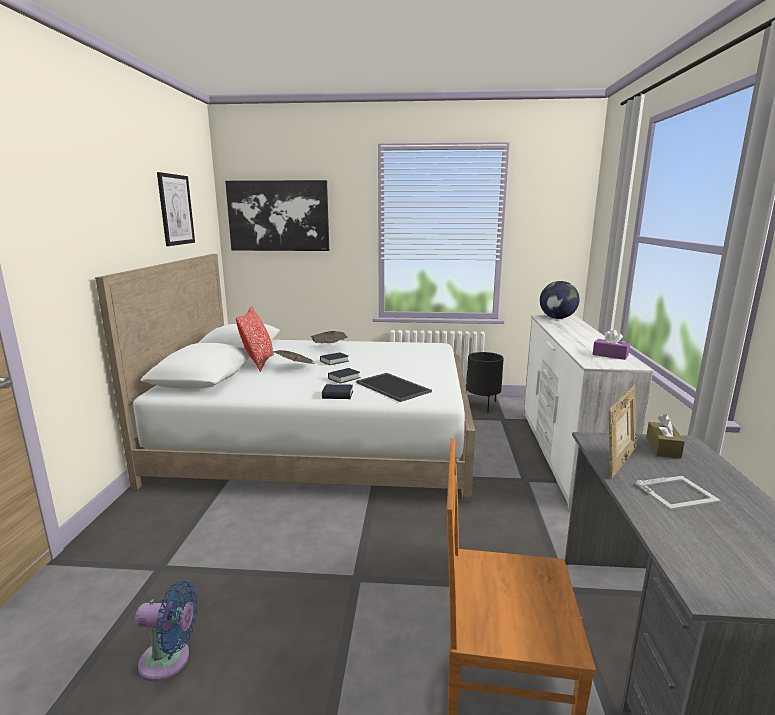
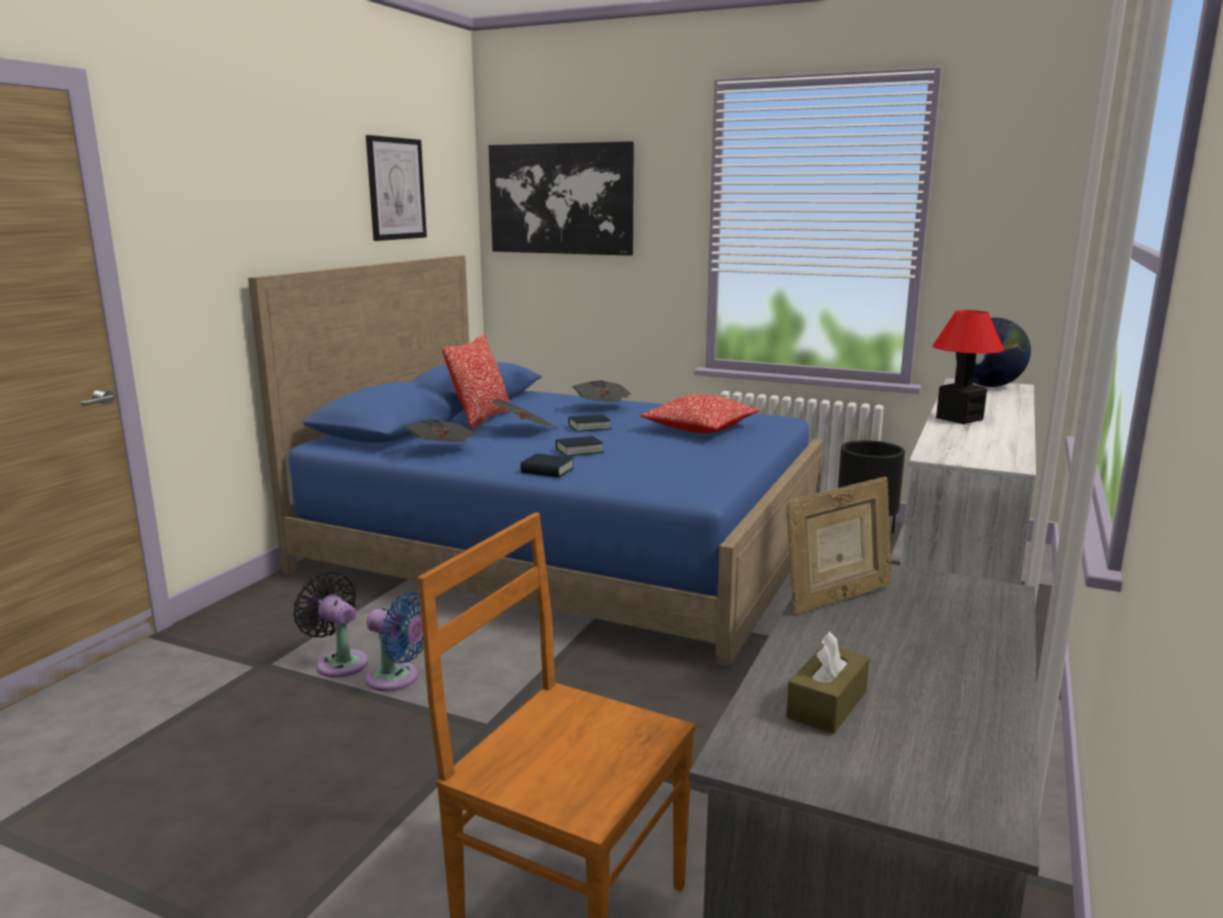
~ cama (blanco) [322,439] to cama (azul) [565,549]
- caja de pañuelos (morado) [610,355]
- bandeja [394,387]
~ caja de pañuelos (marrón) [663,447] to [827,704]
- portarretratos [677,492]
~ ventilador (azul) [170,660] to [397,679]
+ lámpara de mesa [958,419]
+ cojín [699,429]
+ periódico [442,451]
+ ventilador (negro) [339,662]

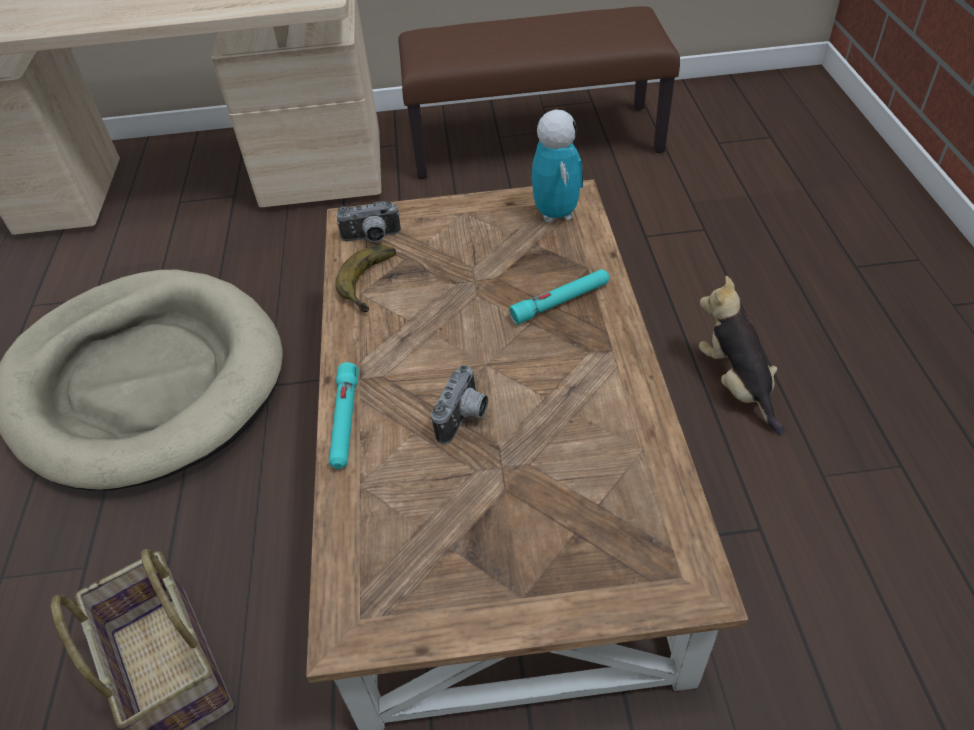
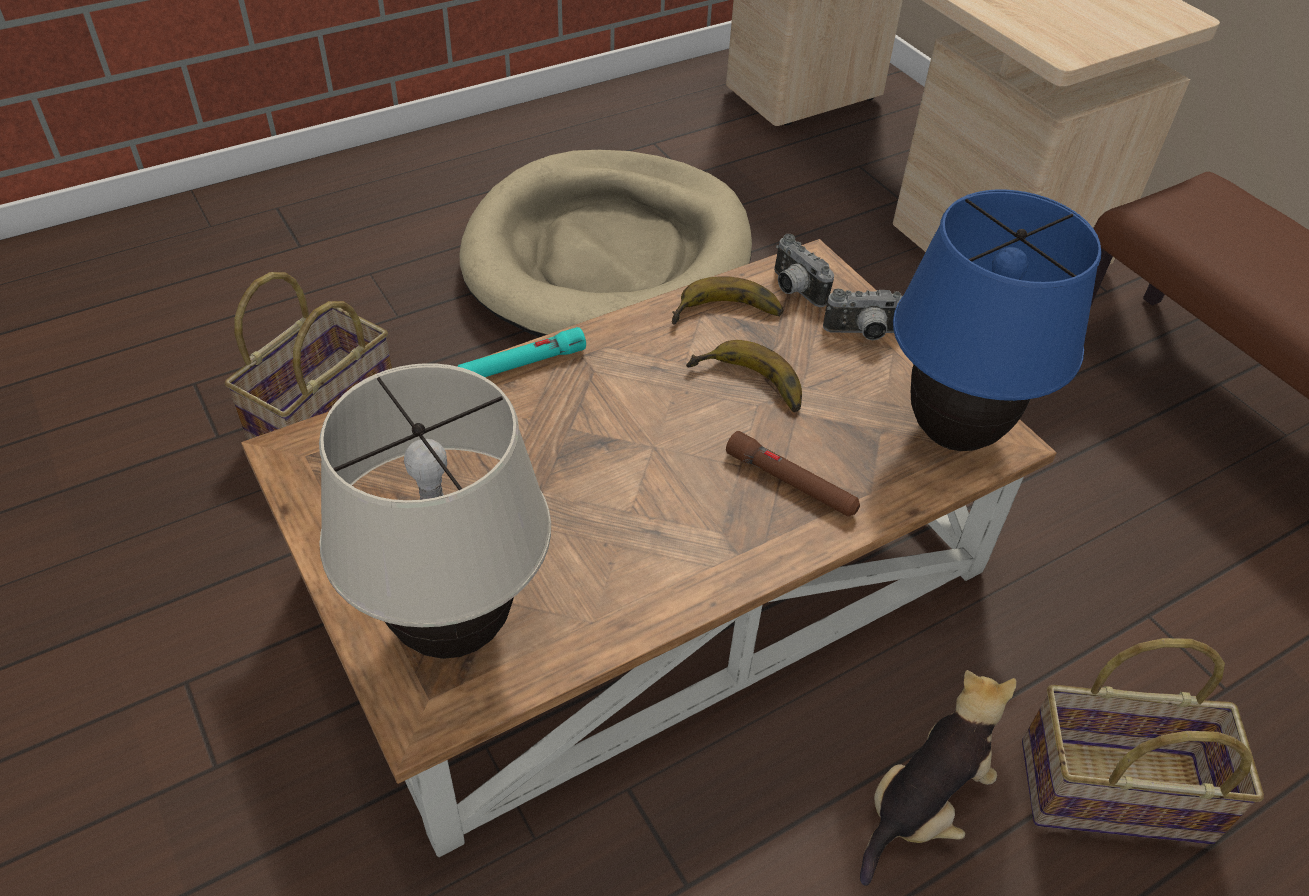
~ robot de juguete [556,213] to lámpara de mesa (azul) [953,433]
~ linterna (turquesa) [560,302] to linterna (marrón) [791,483]
~ cámara [465,418] to [862,334]
+ plátano [746,387]
+ lámpara de mesa (beis) [453,630]
+ cesta [1114,793]

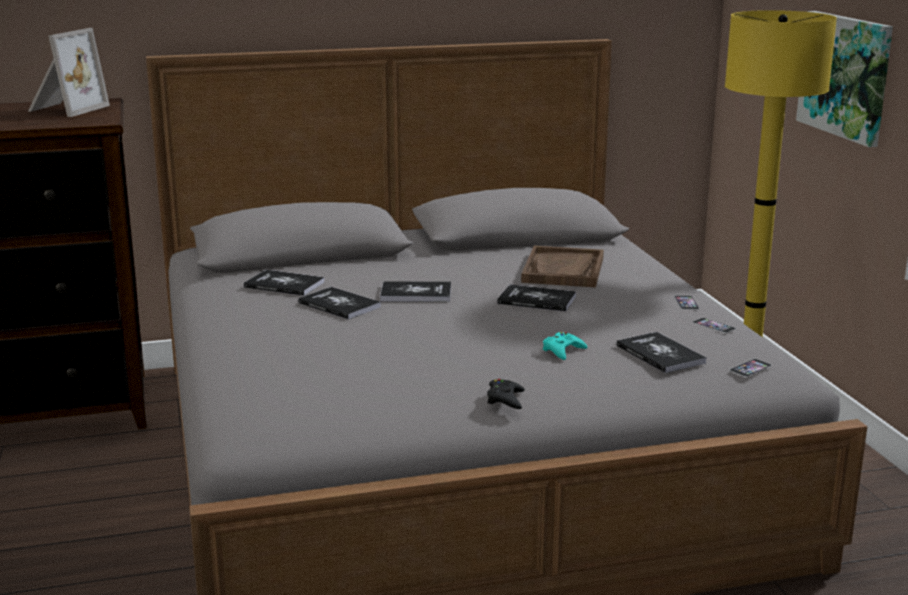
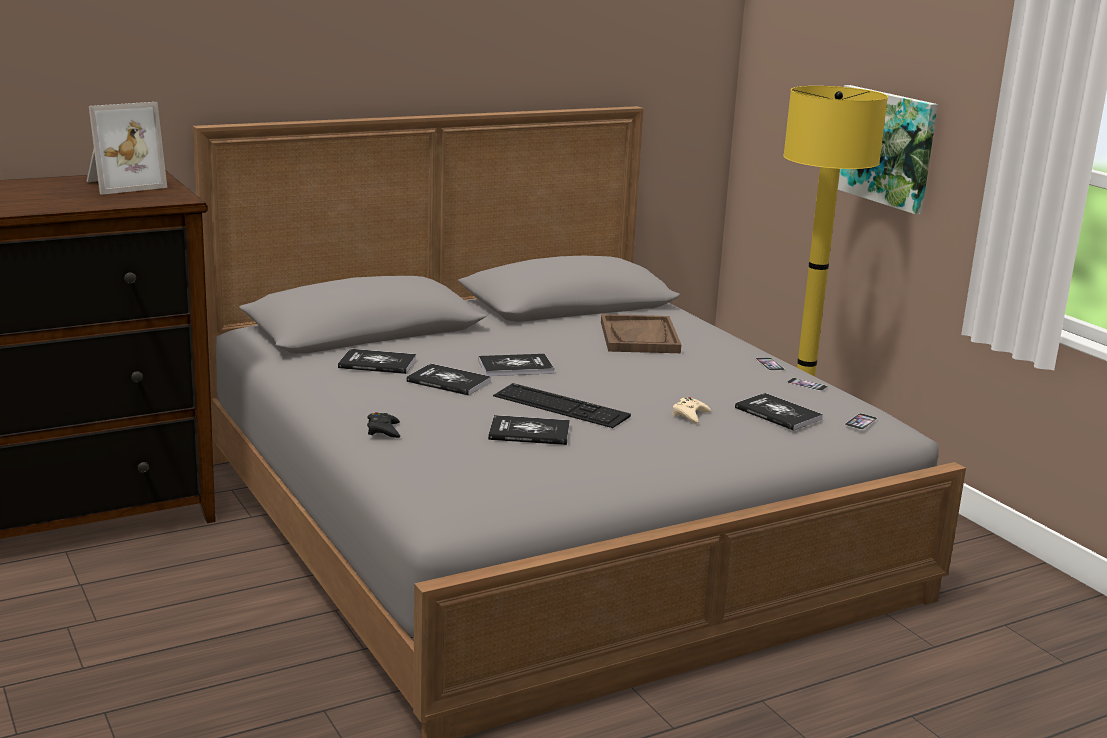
~ portarretratos [65,109] = [122,184] 45 degrees clockwise
~ libro [537,300] to [529,432]
~ mando de consola (turquesa) [563,350] to mando de consola (beis) [690,415]
~ mando de consola (negro) [505,399] to [383,430]
+ teclado [560,406]

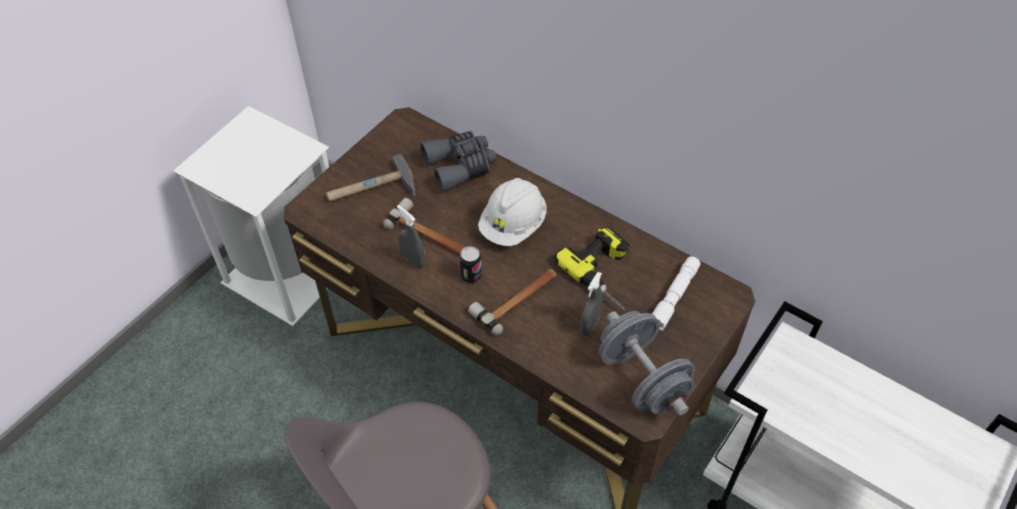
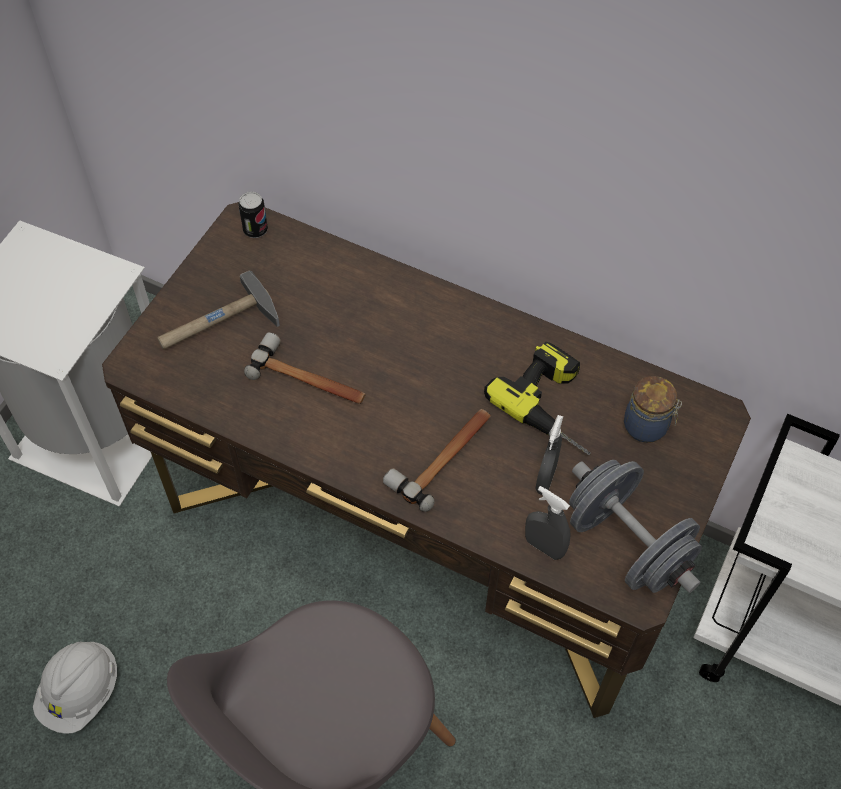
- prismáticos (gris) [460,166]
~ casco (blanco) [513,225] to [81,692]
~ pulverizador (gris) [413,260] to [544,547]
~ lata [471,276] to [255,230]
~ linterna (blanco) [674,297] to tarro [647,426]

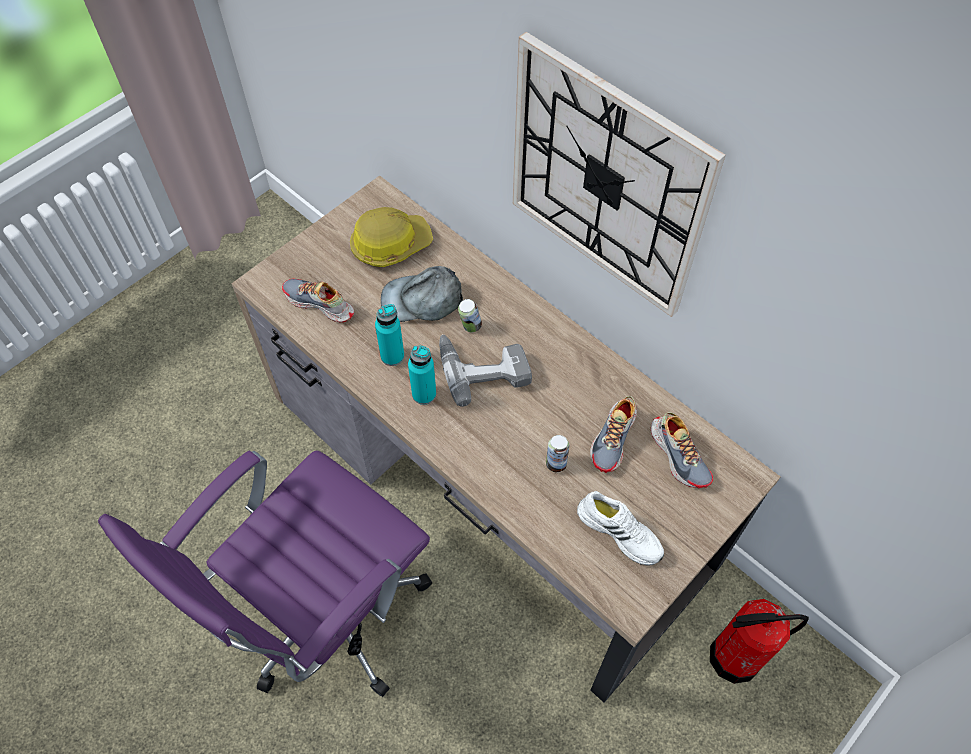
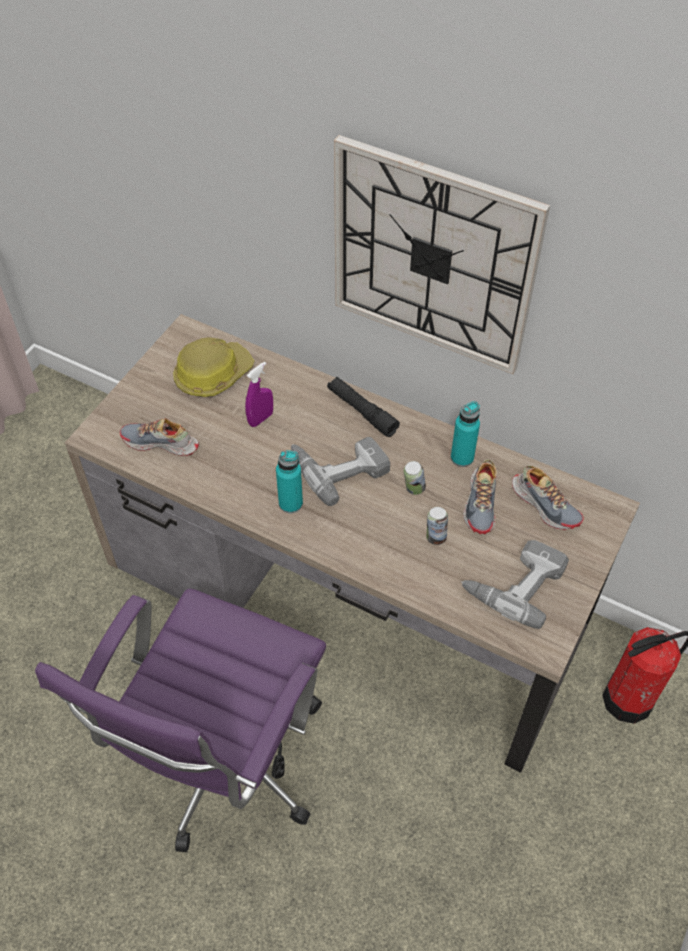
~ gorra (gris) [422,300] to pulverizador (morado) [260,419]
~ lata [470,326] to [413,489]
~ botella (turquesa) [392,356] to [462,457]
~ zapato (blanco) [620,531] to taladro [514,583]
+ linterna (negro) [362,411]

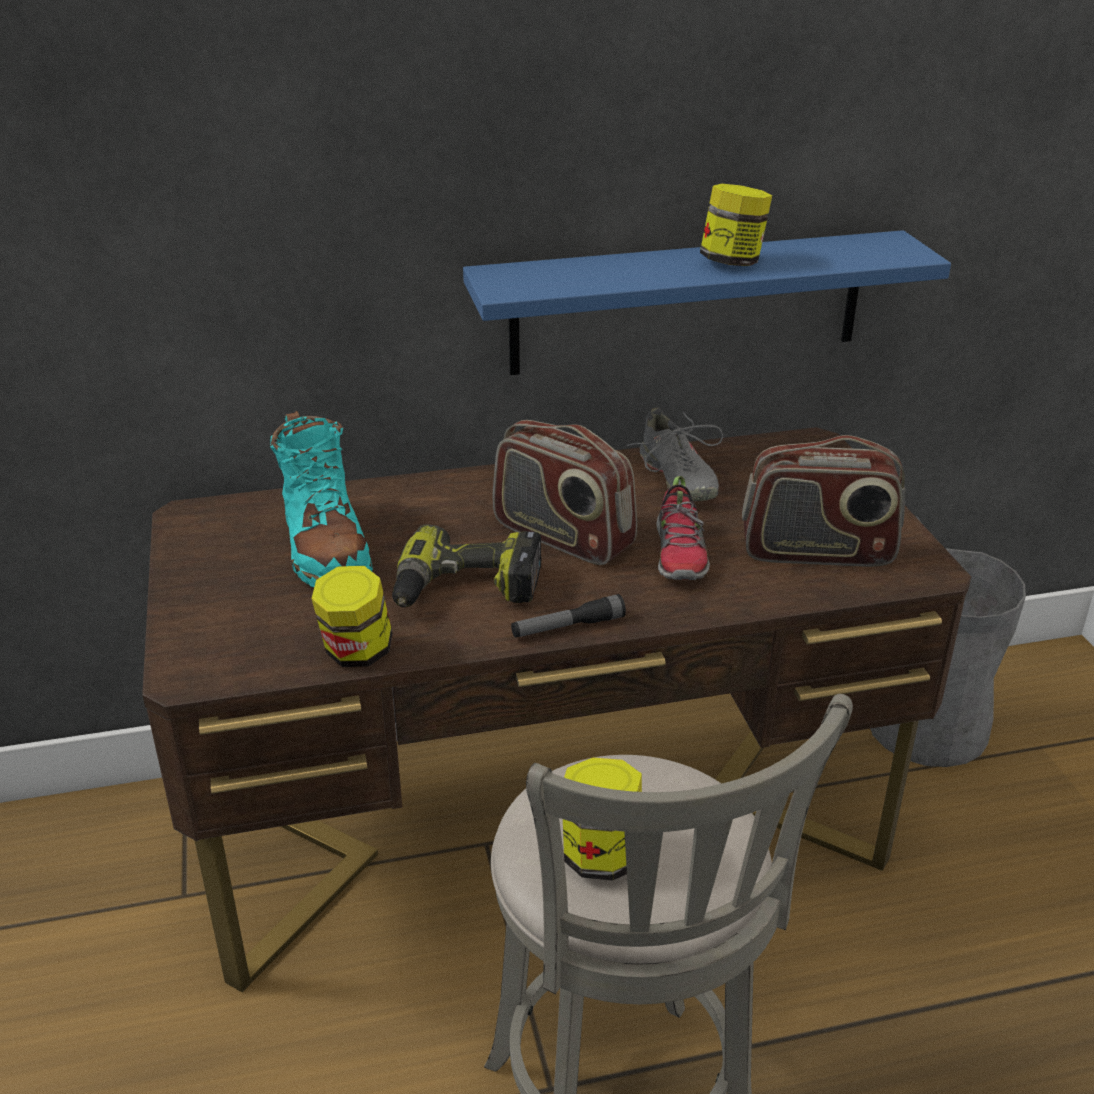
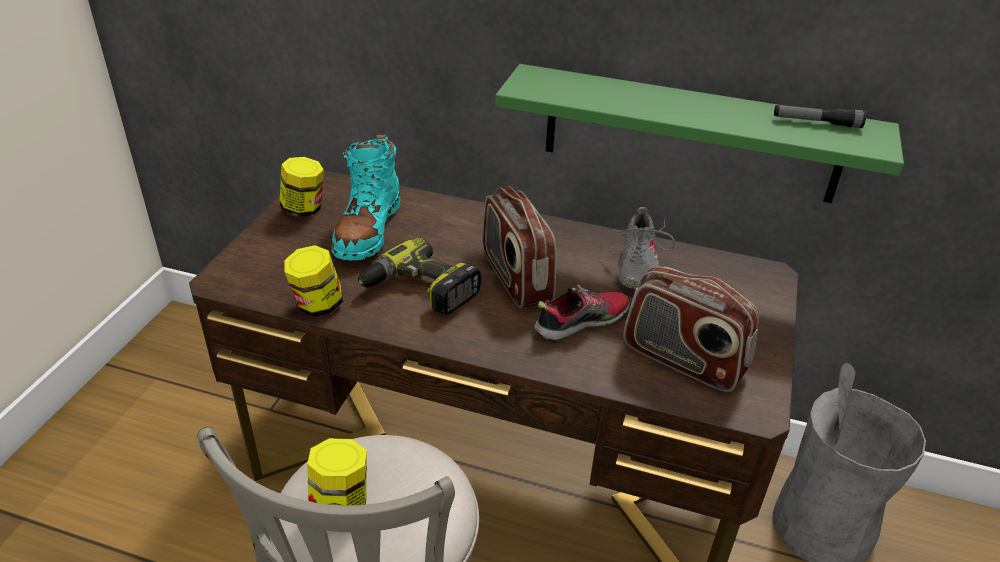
~ tarro [732,262] to [304,209]
~ estante (azul) [687,303] to estante (verde) [690,134]
~ zapato [680,554] = [581,321] 150 degrees counterclockwise
~ linterna [568,627] to [816,123]

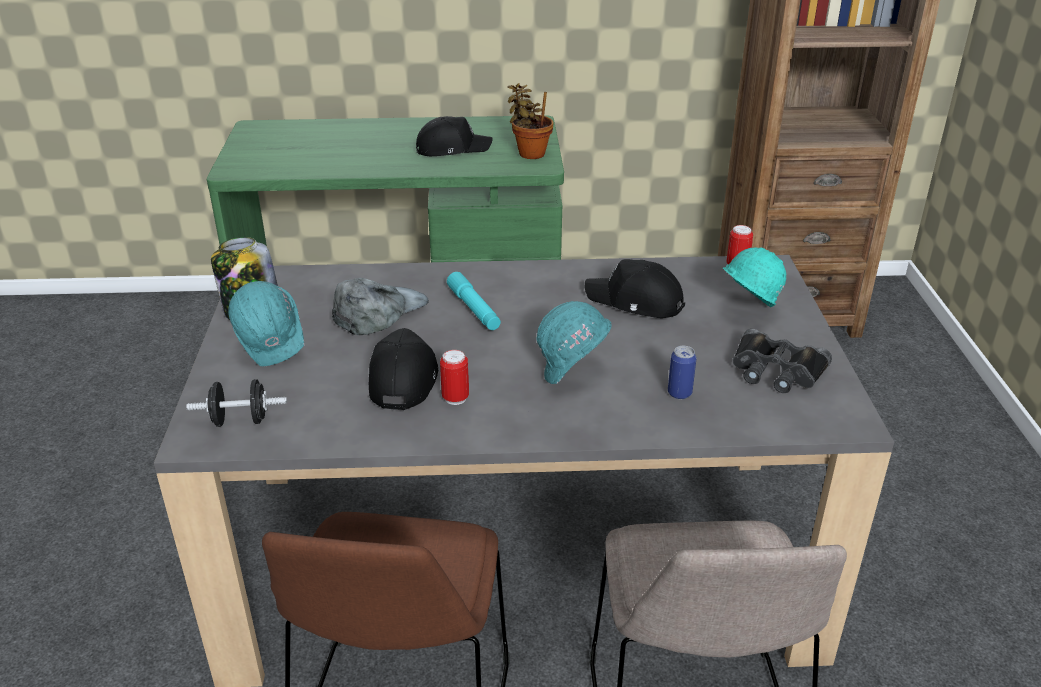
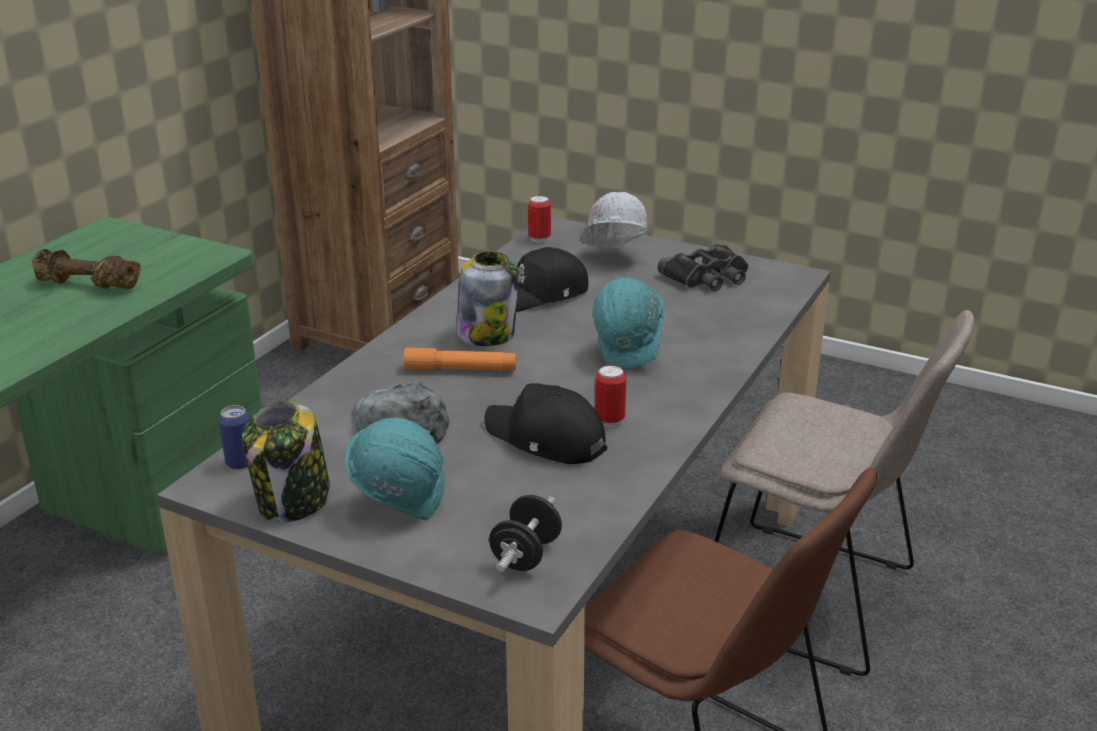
- planta en maceta [529,153]
~ gorra (negro) [452,148] to mancuerna (marrón) [86,286]
~ casco (turquesa) [746,311] to casco (blanco) [612,258]
~ linterna (turquesa) [474,309] to linterna (naranja) [460,369]
~ lata [679,393] to [240,463]
+ tarro [487,334]

